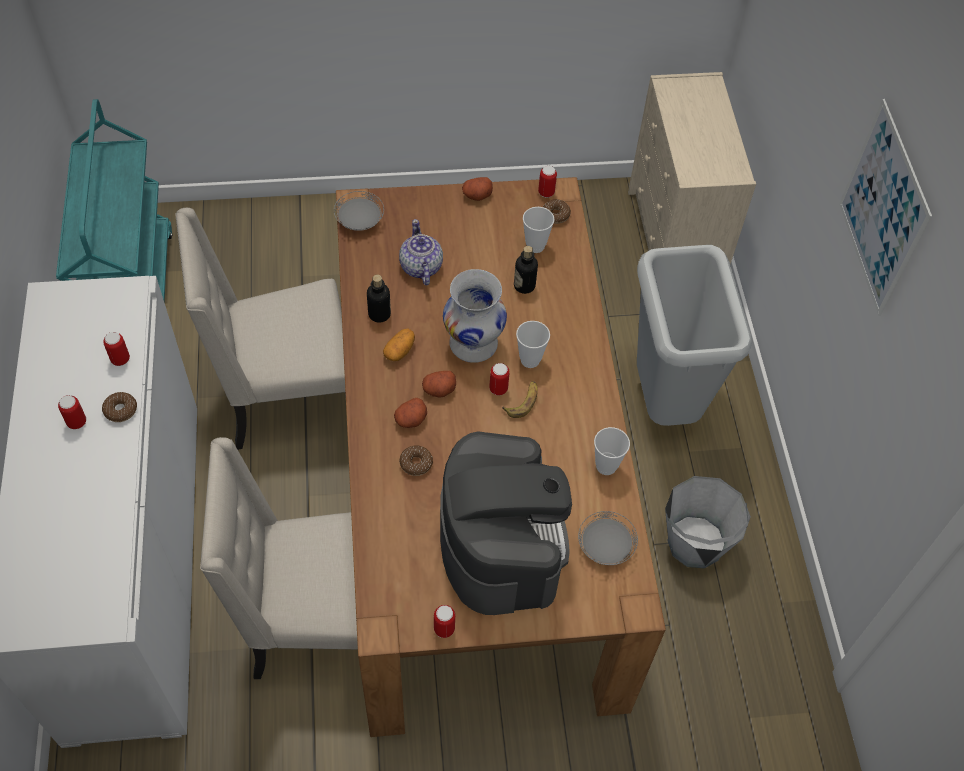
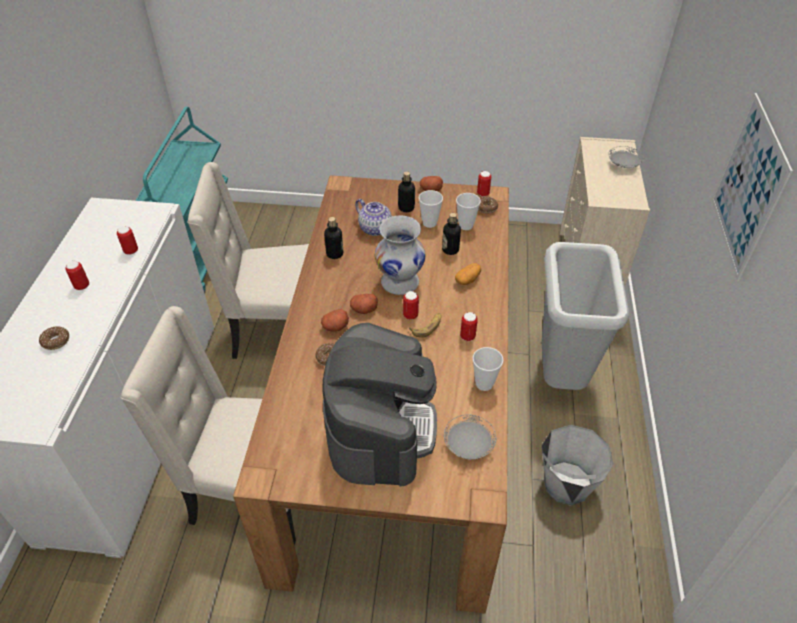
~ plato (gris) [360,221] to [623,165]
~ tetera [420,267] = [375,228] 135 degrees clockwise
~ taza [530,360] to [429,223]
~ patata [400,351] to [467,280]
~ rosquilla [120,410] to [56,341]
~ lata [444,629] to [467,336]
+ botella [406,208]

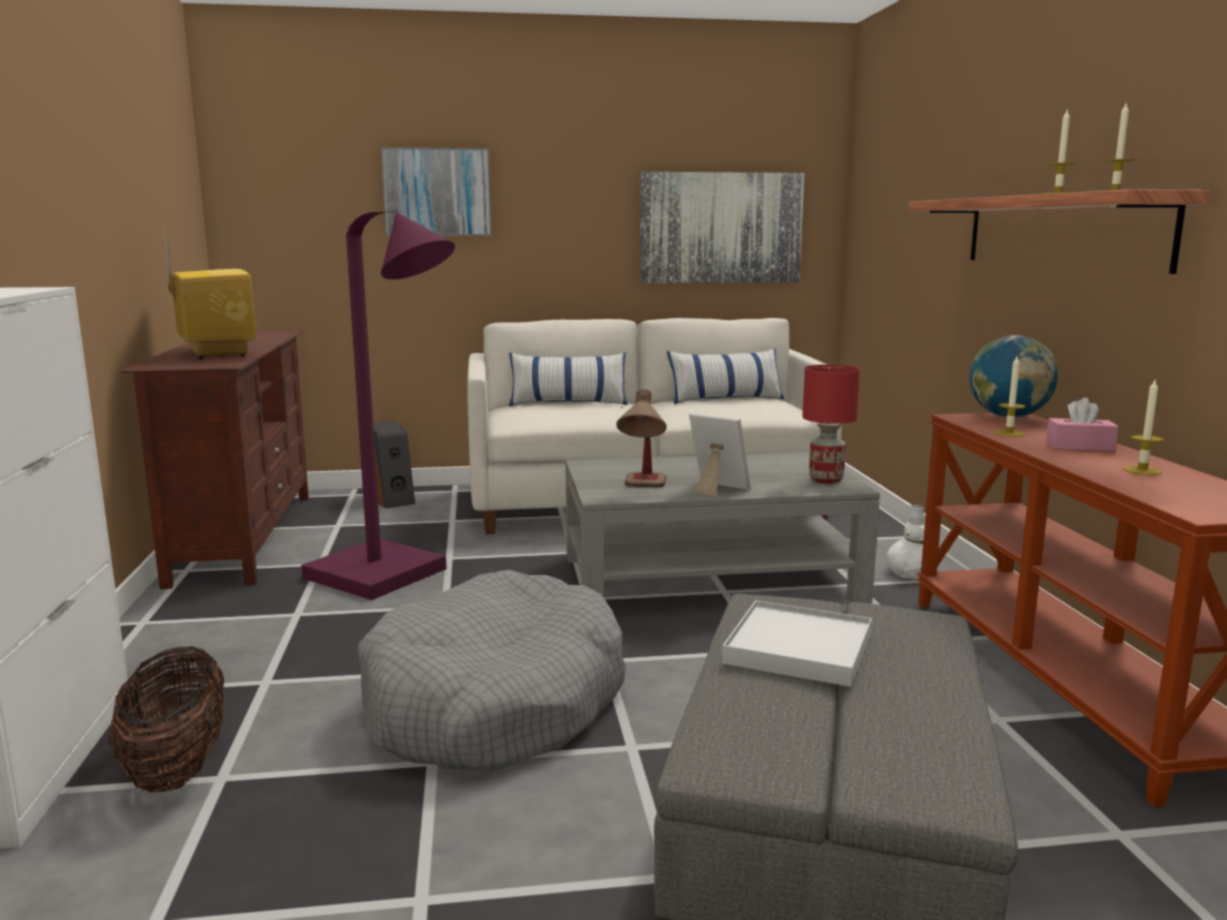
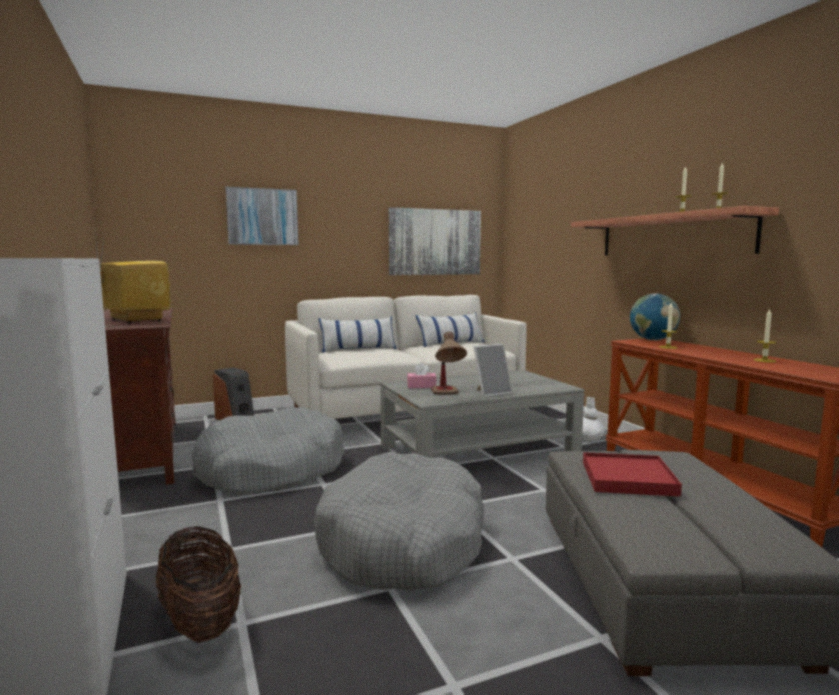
~ lámpara de pie (morado) [389,577] to cama para perro (gris) [271,469]
- lámpara de mesa (rojo) [826,480]
~ caja de pañuelos (rosa) [1080,446] to [421,386]
~ portarretratos [716,489] = [491,393] 135 degrees clockwise
~ bandeja (blanco) [798,648] to bandeja (rojo) [627,478]

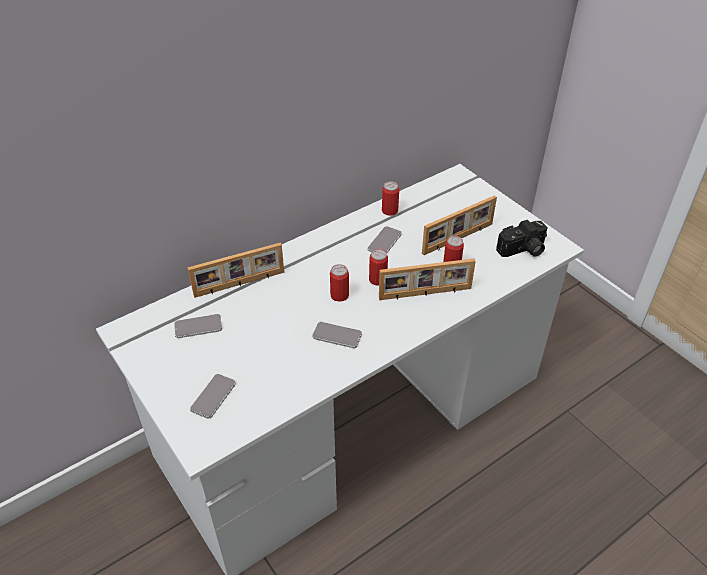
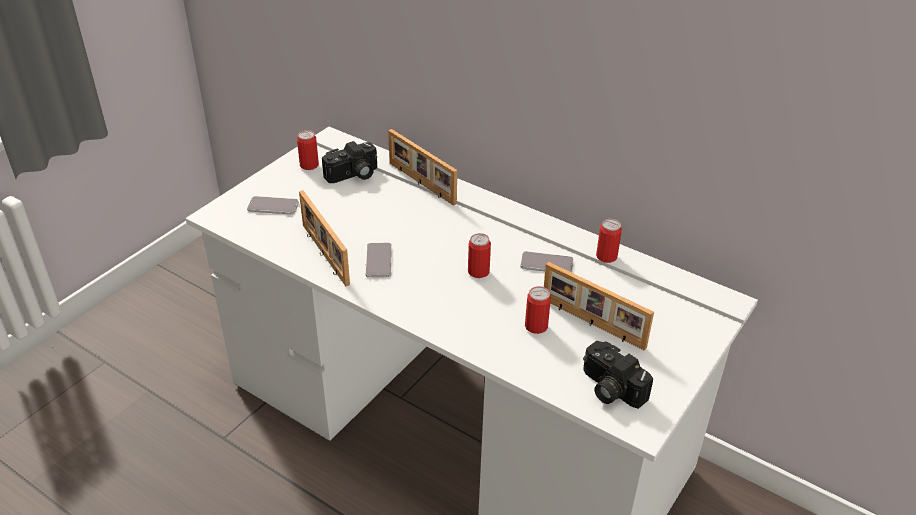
~ portarretratos [425,294] to [323,254]
~ lata [339,295] to [309,165]
~ móvil [198,327] to cámara [353,175]

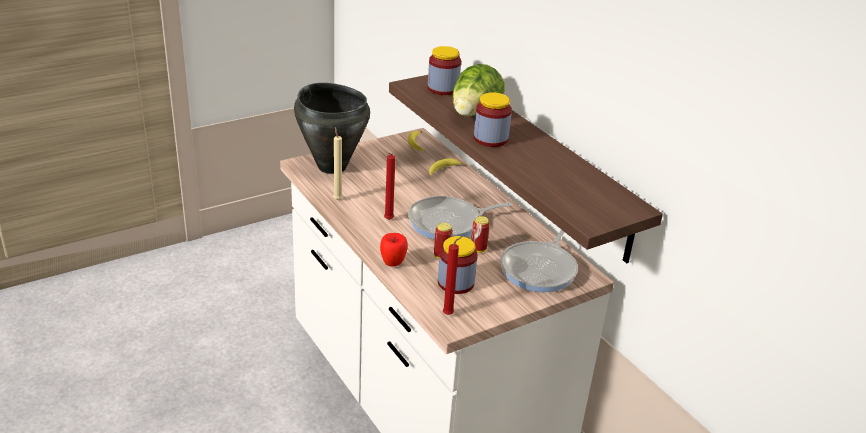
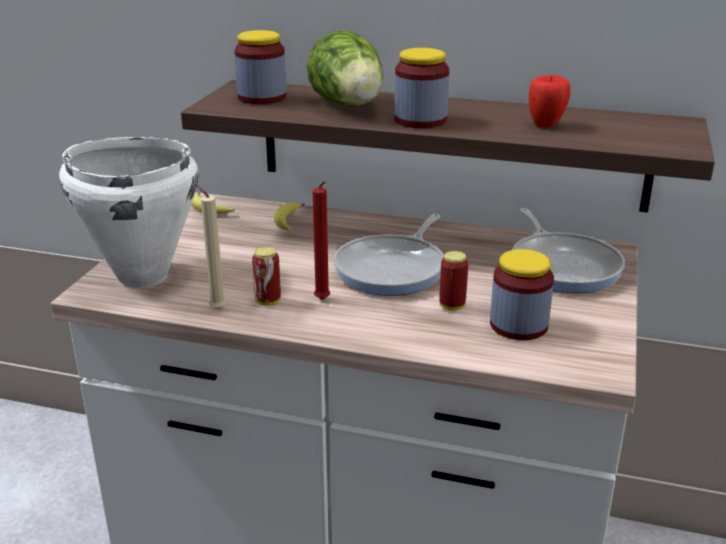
~ olla (negro) [332,166] to olla (blanco) [142,276]
~ lata [478,249] to [268,301]
~ manzana [392,264] to [546,125]
- vela (rojo) [449,314]

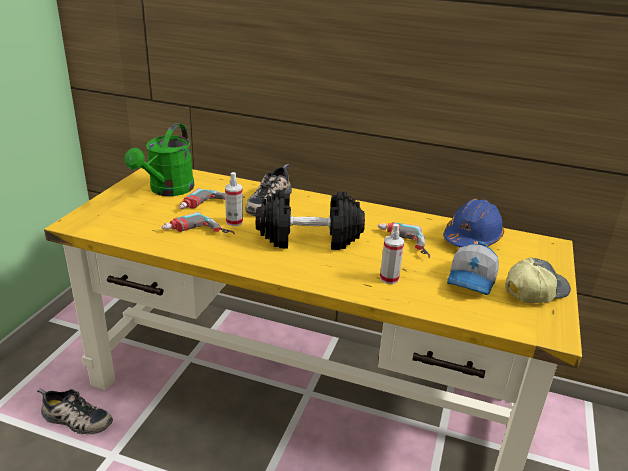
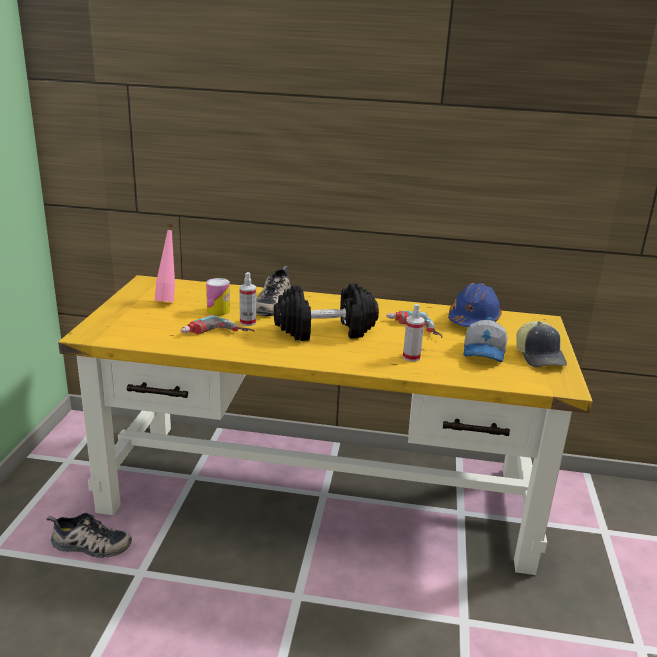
~ regadera (verde) [168,190] to botella (rosa) [168,300]
~ taladro [211,206] to lata [218,310]
~ gorra [534,290] = [540,356] 120 degrees clockwise

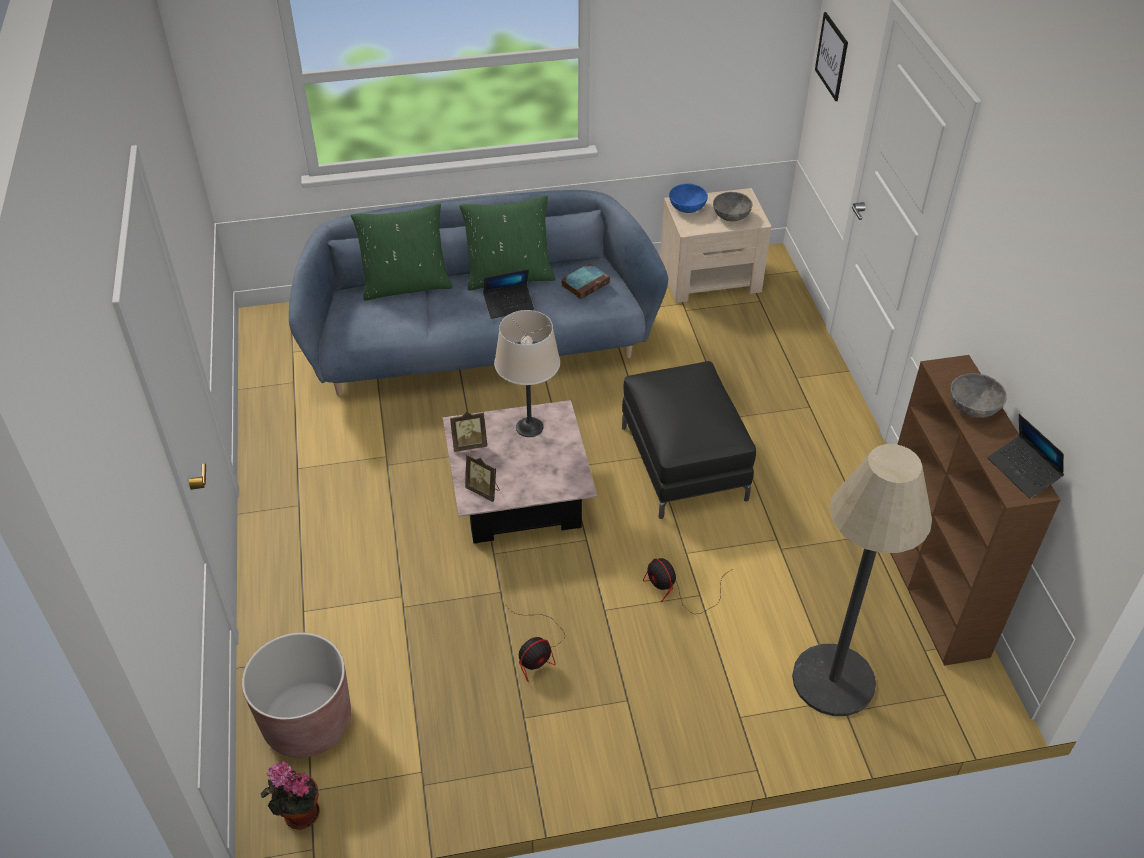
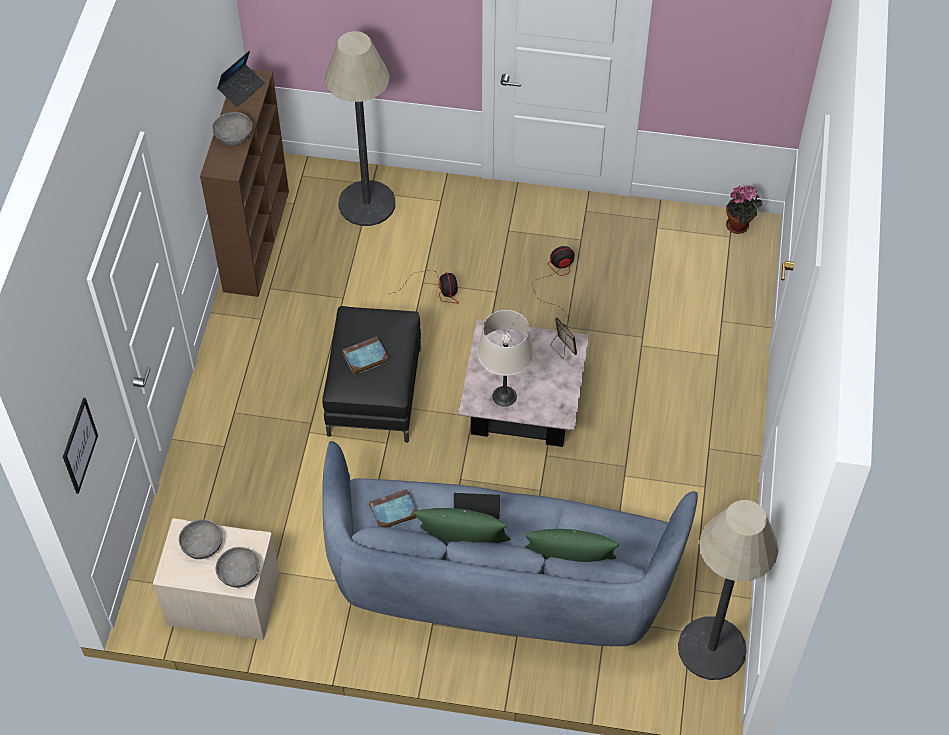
~ cuenco (azul) [687,207] to cuenco (gris) [239,574]
- portarretratos [469,444]
~ portátil [1023,471] = [242,88] 45 degrees clockwise
- maceta (marrón) [307,722]
+ libro [365,358]
+ lámpara de pie [711,648]

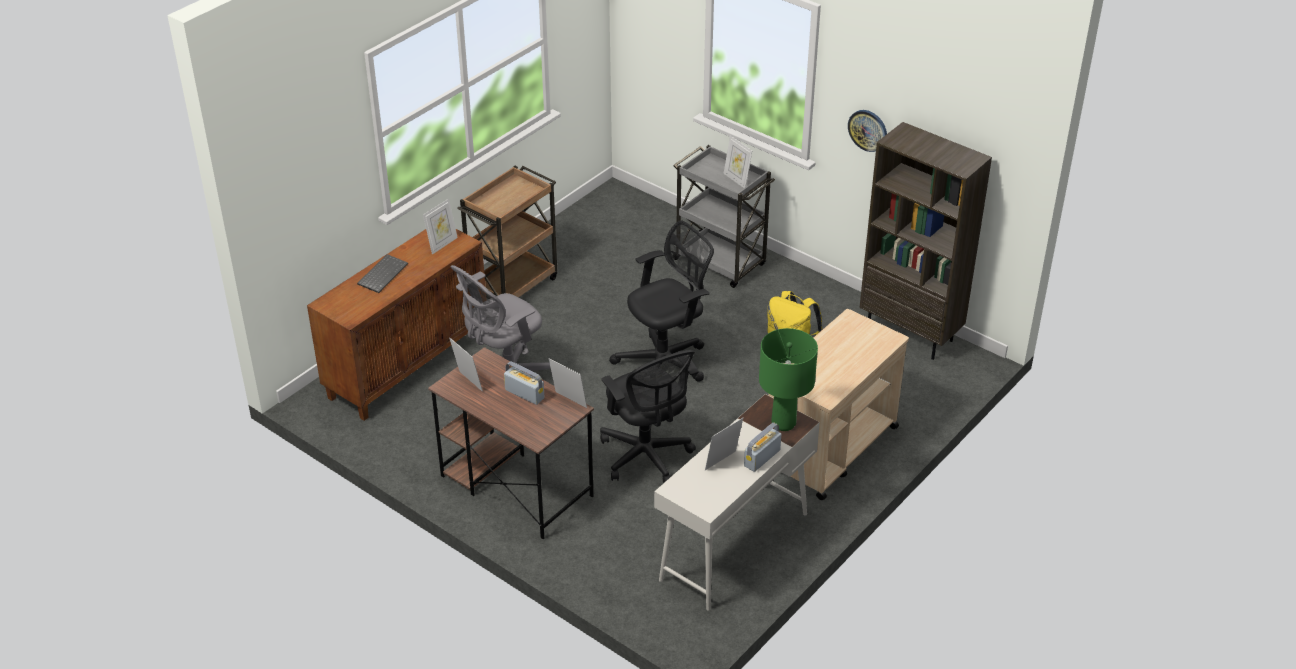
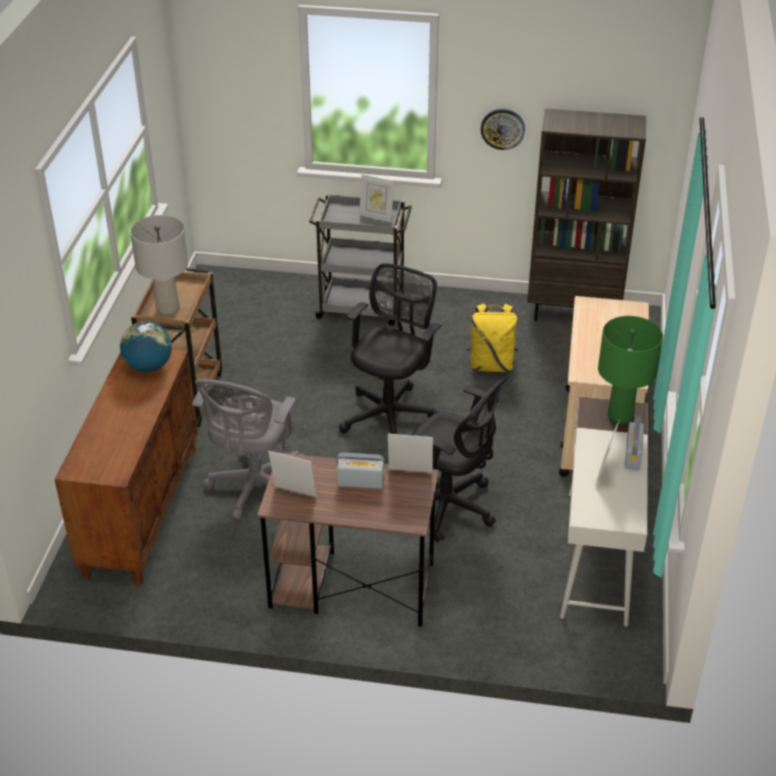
~ portarretratos [442,244] to globo terráqueo [148,366]
- teclado [382,274]
+ lámpara de mesa (gris) [168,308]

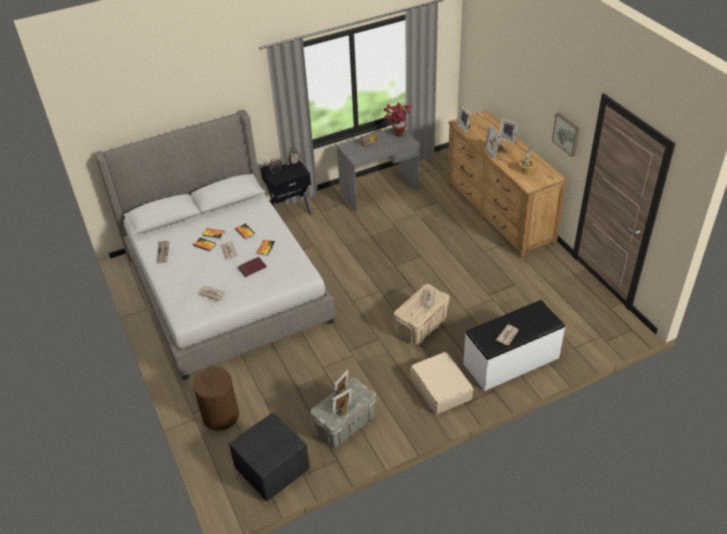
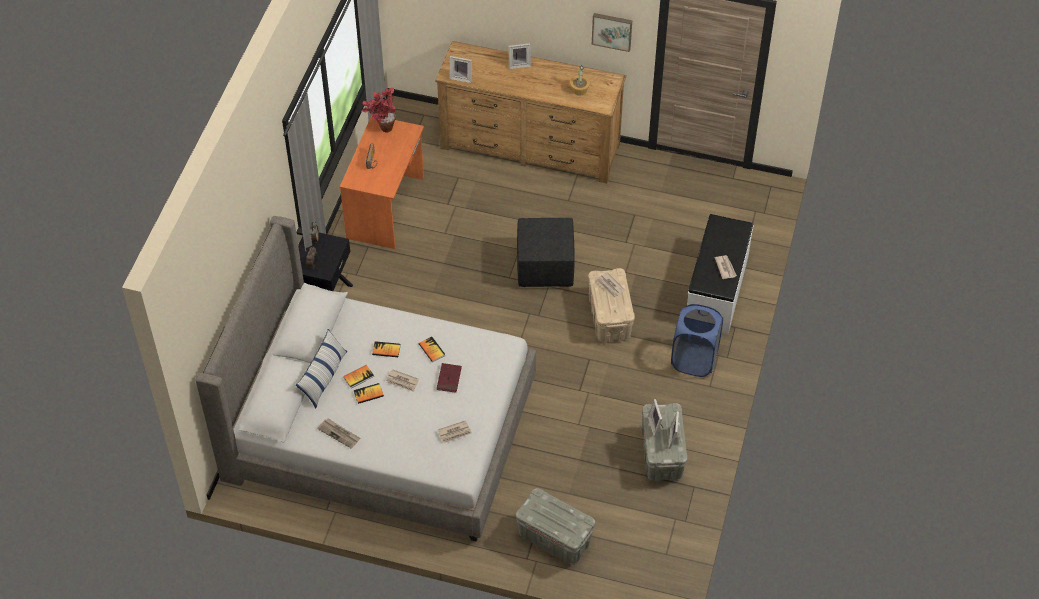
- portarretratos [498,151]
~ escritorio (gris) [380,192] to escritorio (naranja) [387,208]
~ maleta (beis) [441,388] to cesto de la ropa (azul) [694,360]
~ cesto de la ropa (marrón) [220,415] to caja de almacenaje (gris) [554,539]
~ puf (negro) [273,470] to [545,267]
+ cojín [324,377]

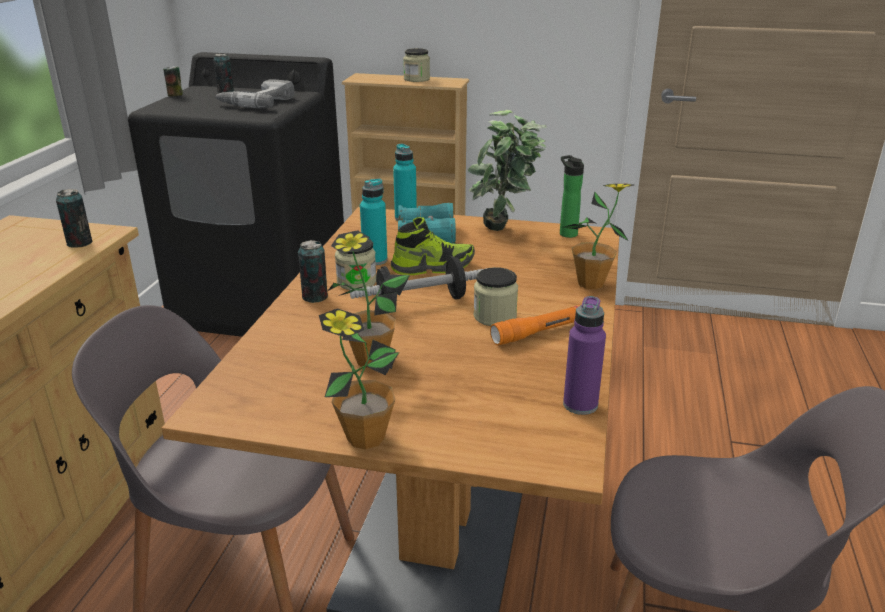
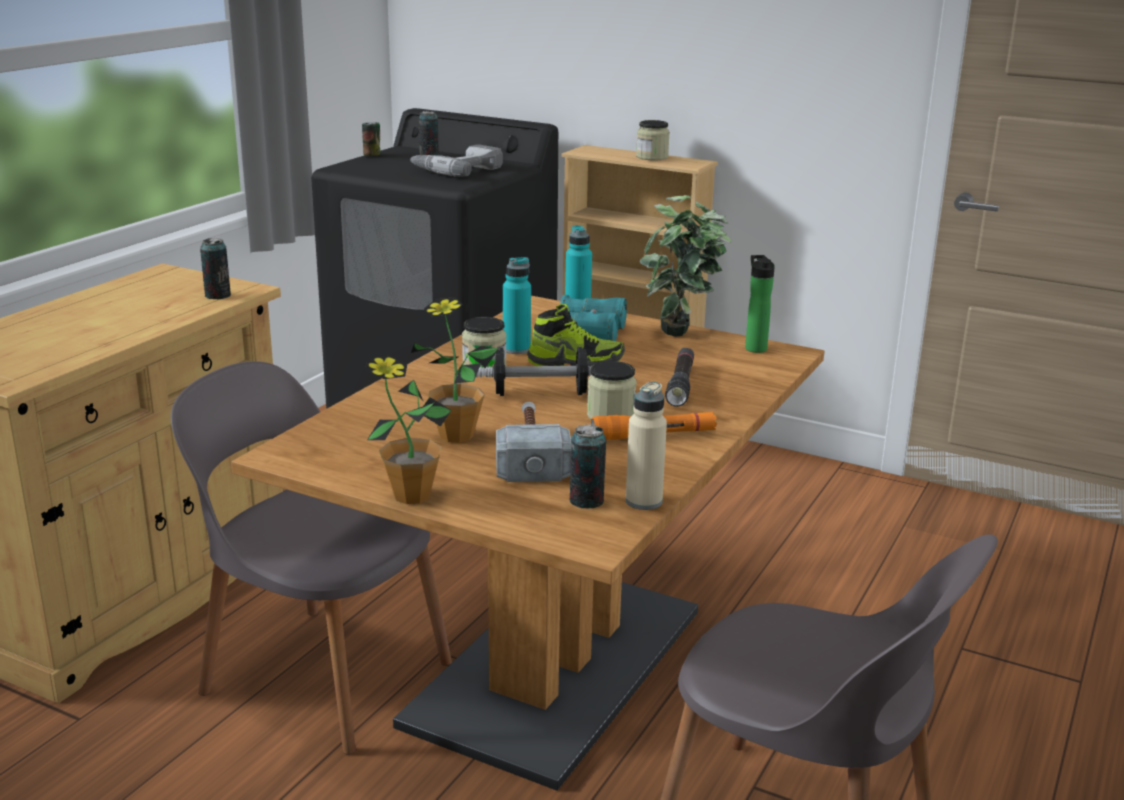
- planta en maceta [591,283]
~ lata [315,297] to [586,501]
~ botella (morado) [580,405] to botella (beis) [643,501]
+ linterna (negro) [681,385]
+ martillo [531,453]

